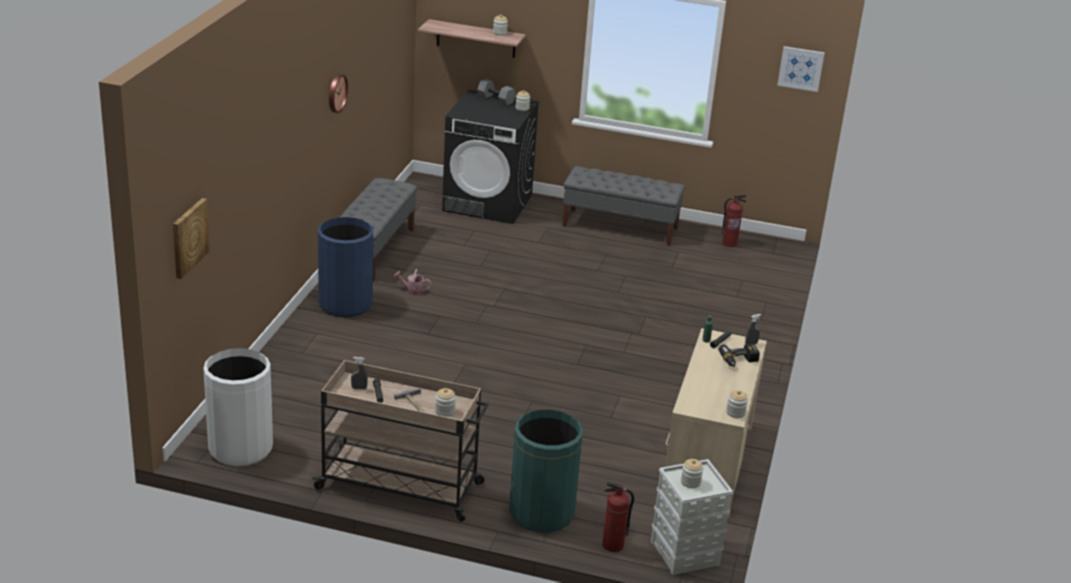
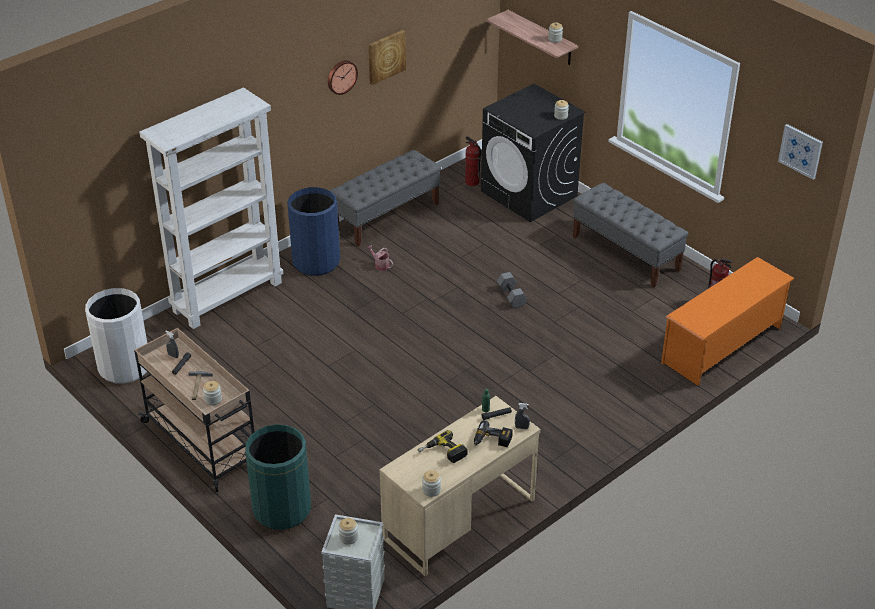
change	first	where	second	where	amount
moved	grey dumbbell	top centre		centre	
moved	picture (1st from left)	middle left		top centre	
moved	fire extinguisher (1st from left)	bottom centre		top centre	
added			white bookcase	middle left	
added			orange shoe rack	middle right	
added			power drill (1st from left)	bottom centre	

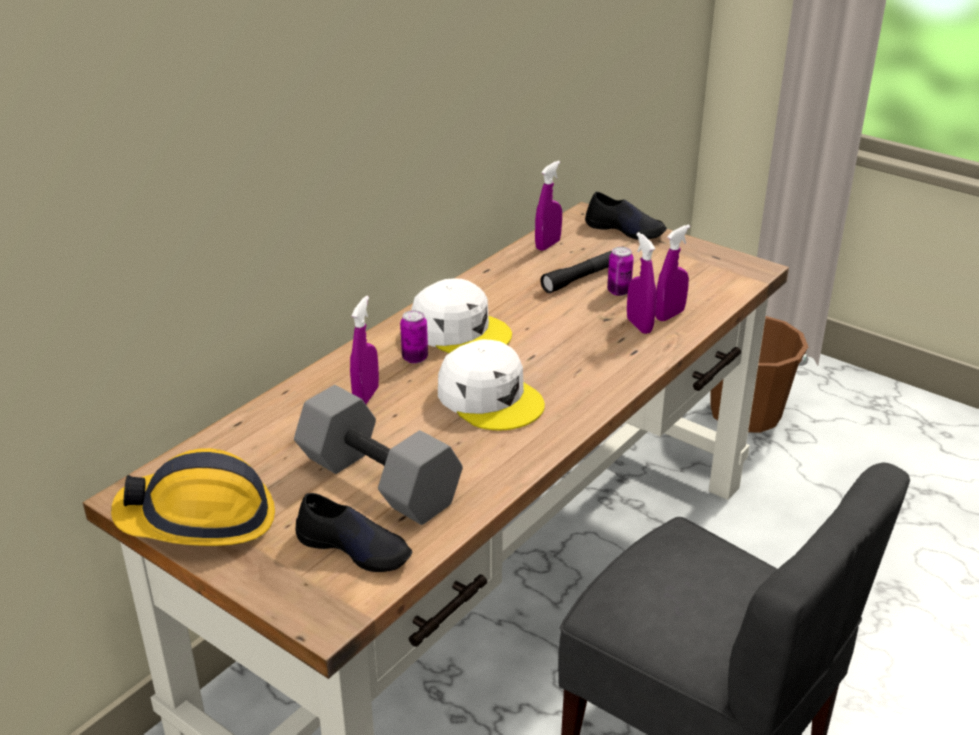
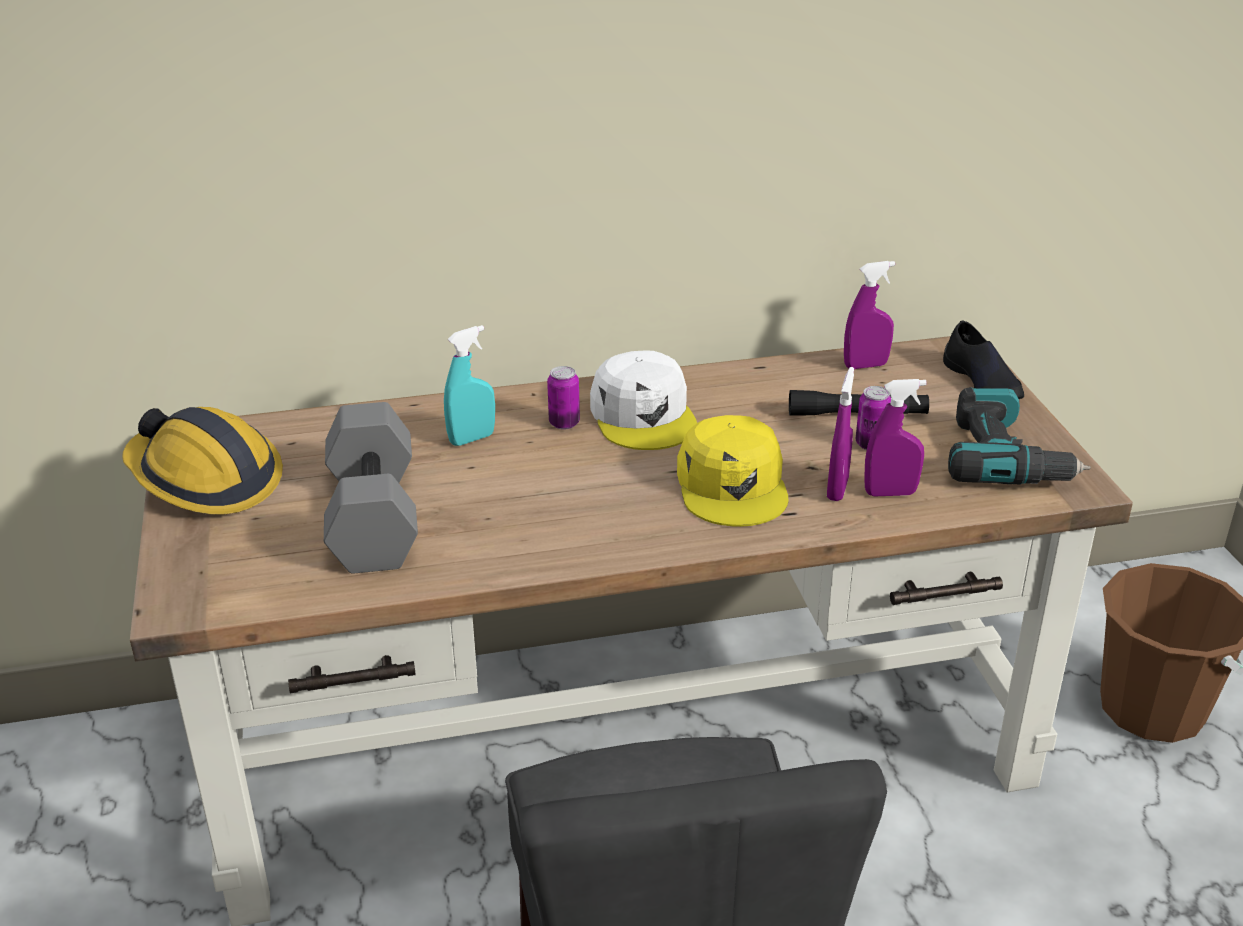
change	first	where	second	where	amount
recoloured	purple spray bottle (1st from left)	centre	turquoise spray bottle	centre	
removed	white cap (2nd from left)	centre			
removed	black shoe (1st from left)	bottom centre			
added			power drill	middle right	
added			yellow cap	centre	

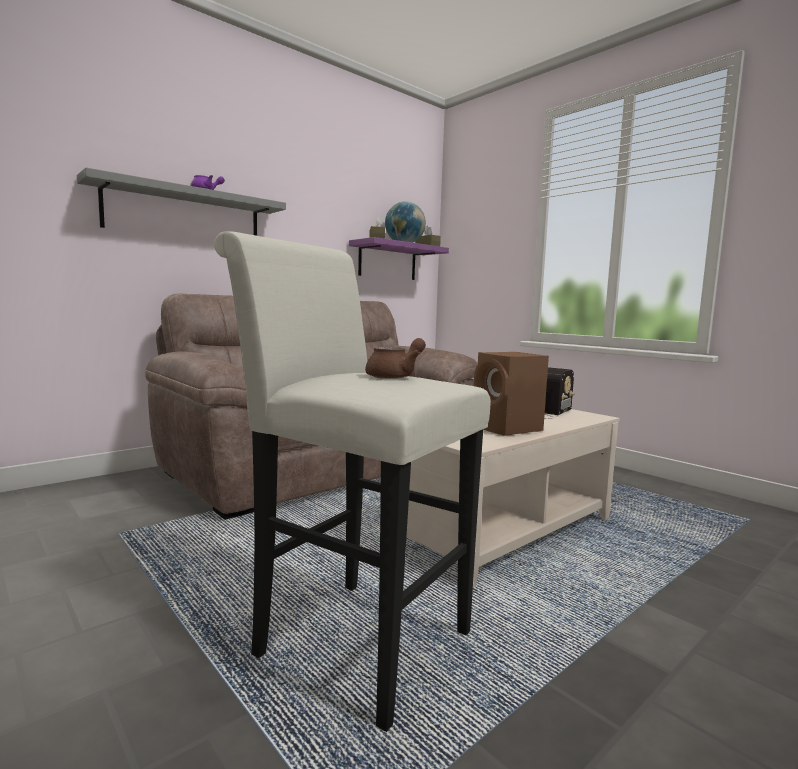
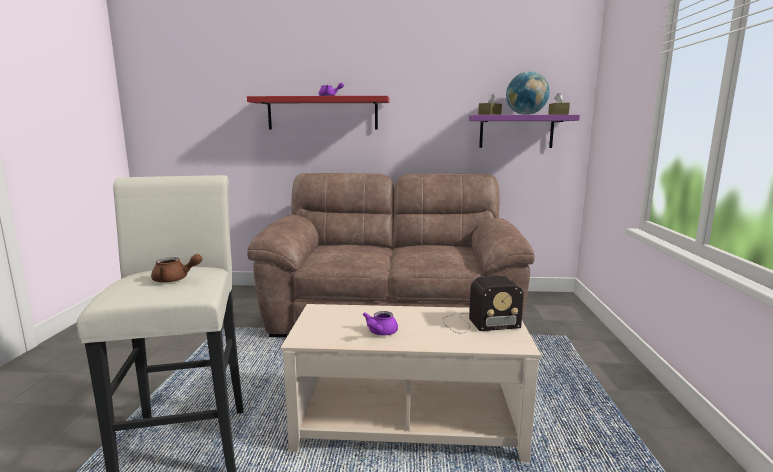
change	first	where	second	where	amount
recoloured	grey shelf	top left	red shelf	top centre	
replaced	brown speaker	centre	purple teapot (2nd from left)	bottom centre	

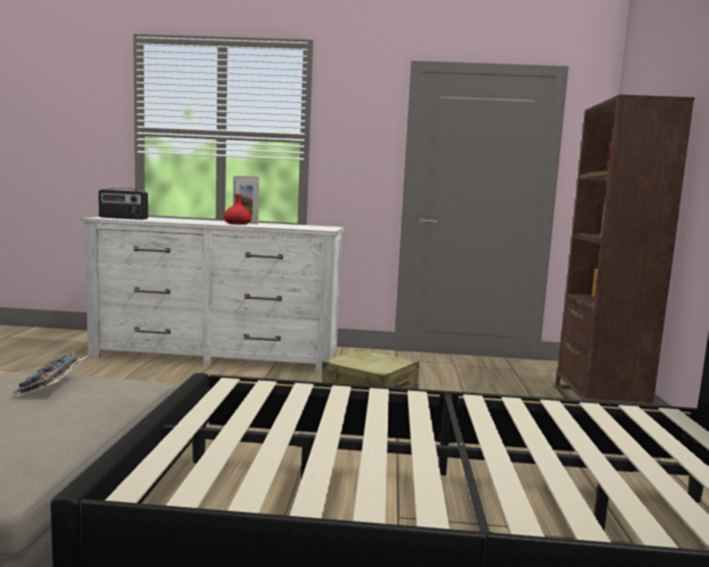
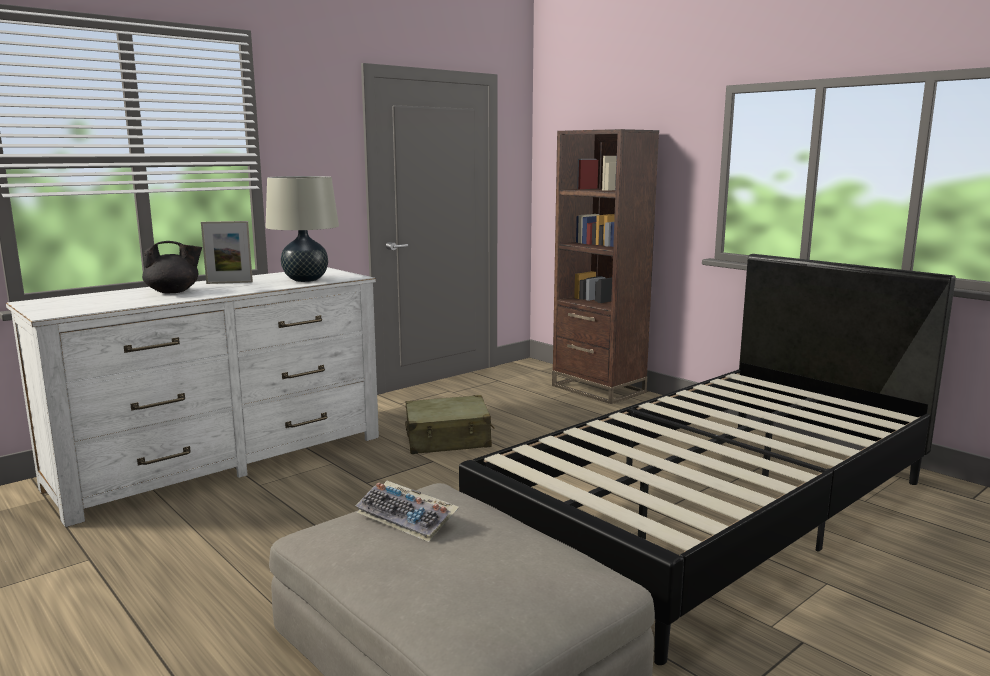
change	first	where	second	where	amount
removed	radio	middle left			
removed	red bottle	centre			
added			beige table lamp	middle left	
added			black teapot	middle left	

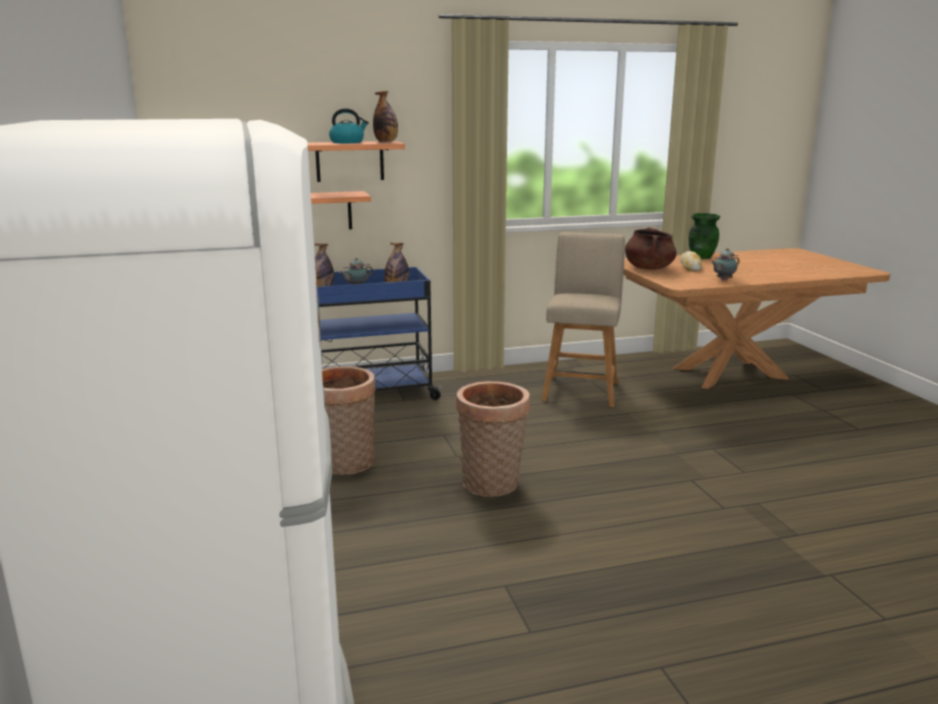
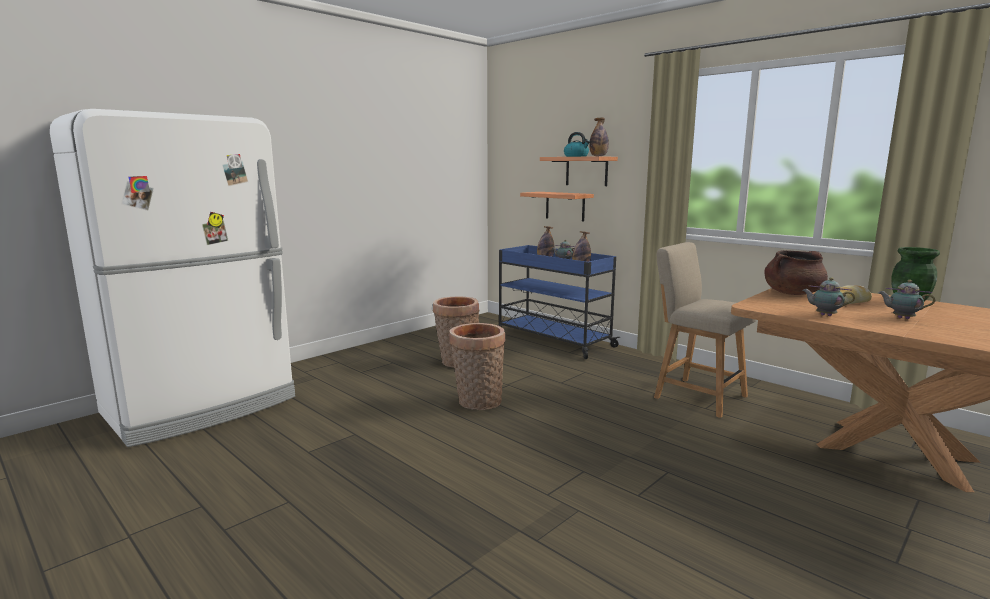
change	first	where	second	where	amount
turned	beige chair	centre		middle right	120 degrees counterclockwise
added			teapot (3rd from left)	middle right	

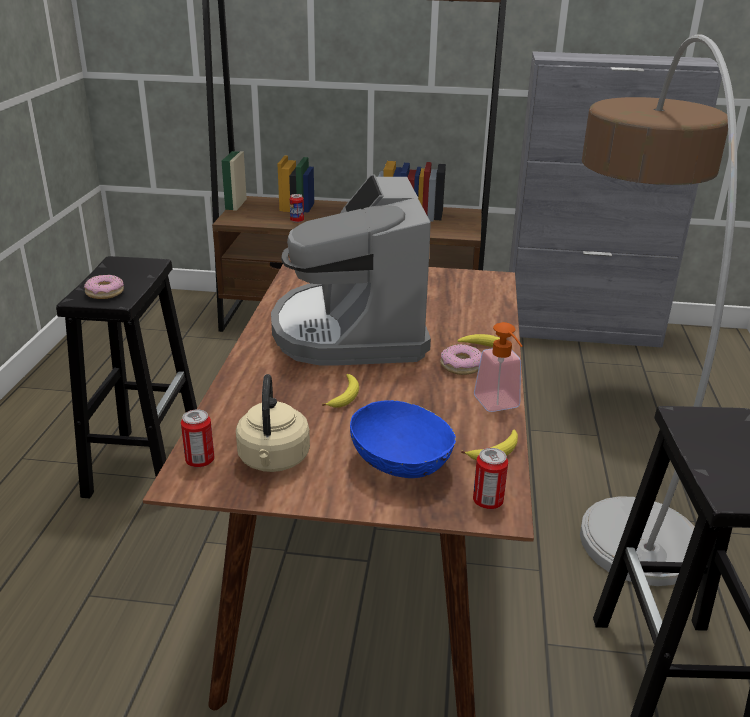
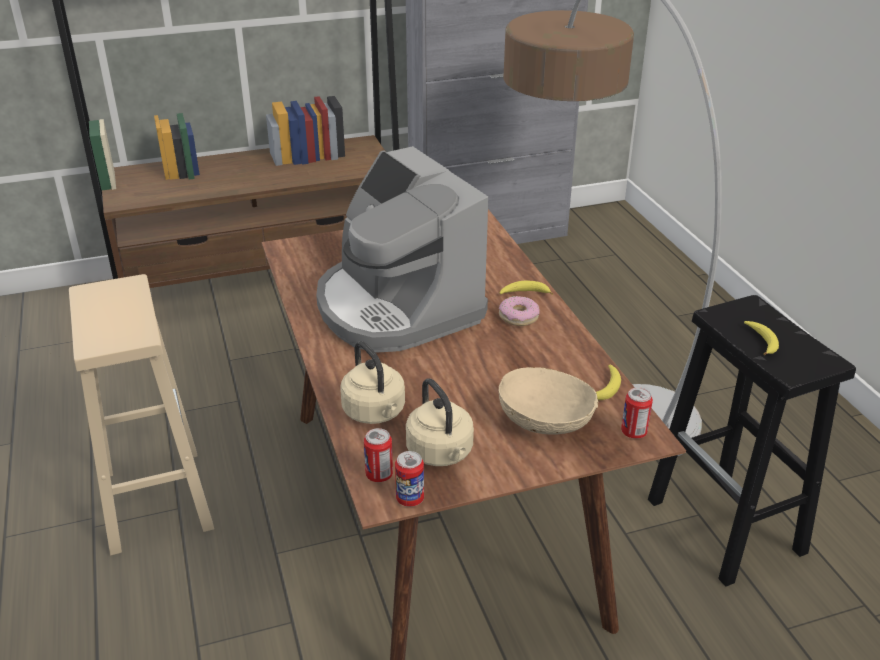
change	first	where	second	where	amount
moved	can (2nd from left)	top centre		bottom centre	
recoloured	black stool (1st from left)	middle left	beige stool	middle left	
removed	donut (1st from left)	middle left			
removed	soap dispenser	centre			
moved	banana (1st from left in the first image)	centre	banana (3rd from left)	middle right	
recoloured	blue bowl	centre	beige bowl	centre	
added			beige kettle (1st from left)	centre	

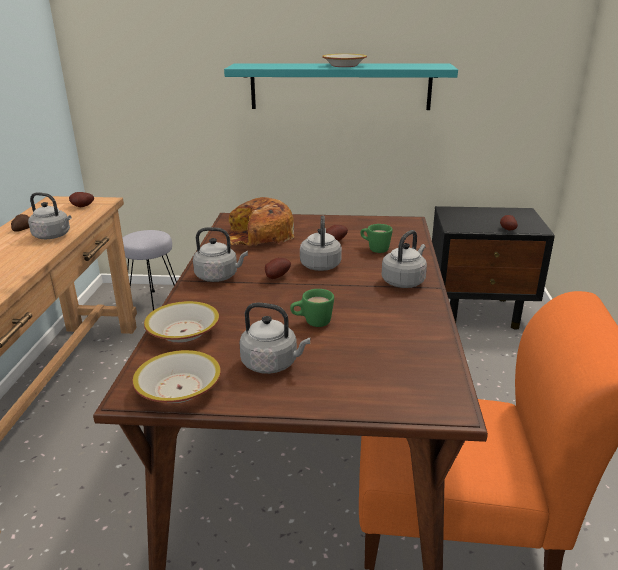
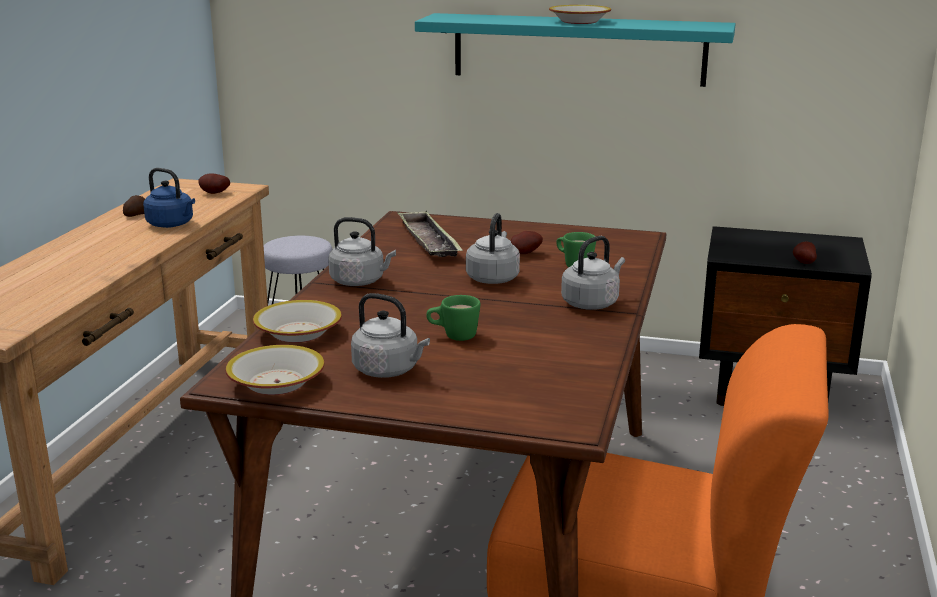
change	first	where	second	where	amount
recoloured	grey kettle (1st from left)	middle left	blue kettle	top left	
replaced	bread	centre	tray	centre	
removed	potato (3rd from left)	centre			

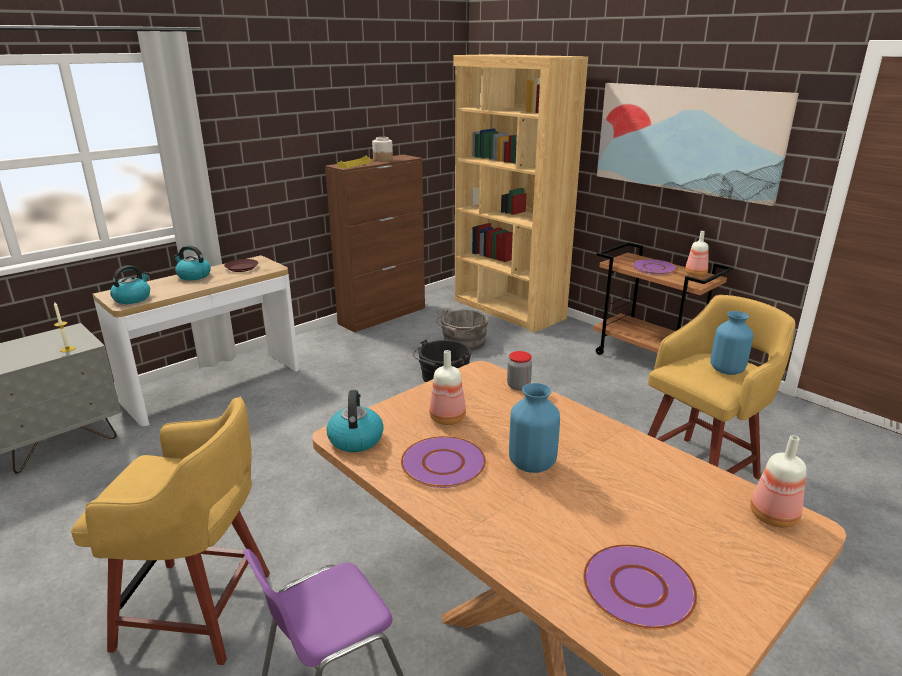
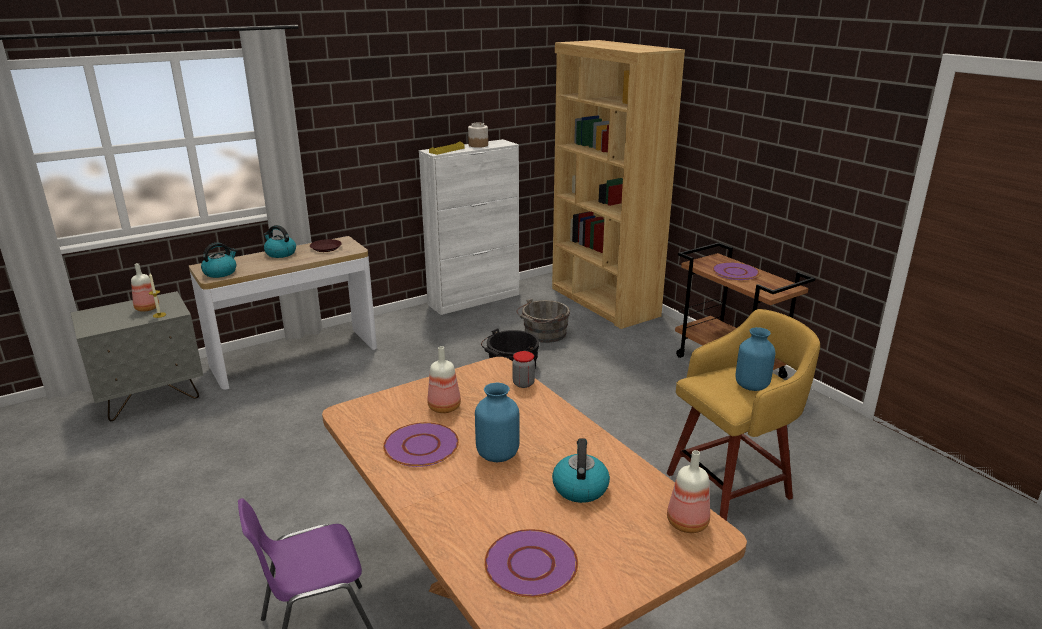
change	first	where	second	where	amount
removed	picture	top right			
recoloured	brown cabinet	centre	white cabinet	centre	
moved	bottle (2nd from left in the first image)	middle right	bottle (1st from left)	middle left	
moved	kettle (3rd from left)	centre		bottom centre	
removed	yellow stool (1st from left)	bottom left			

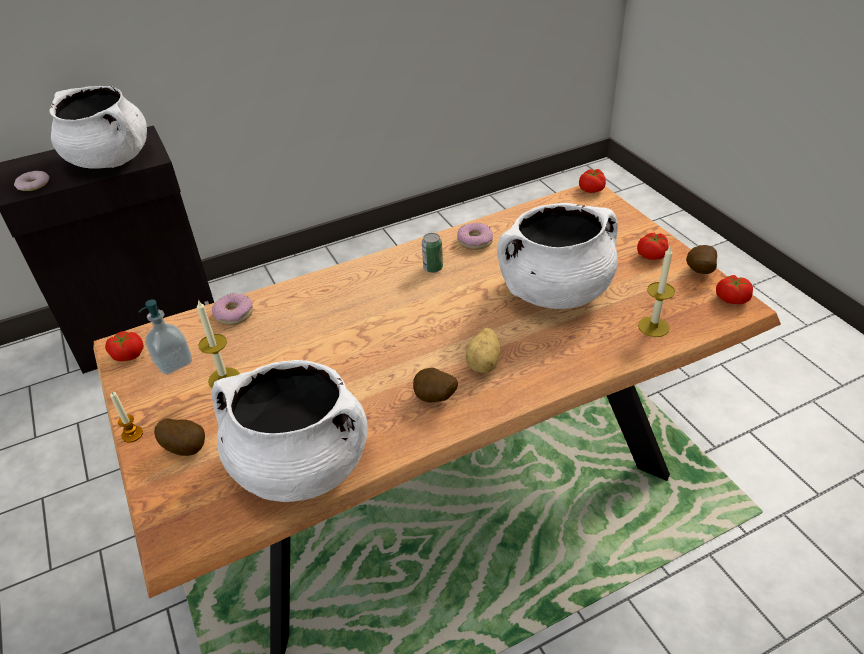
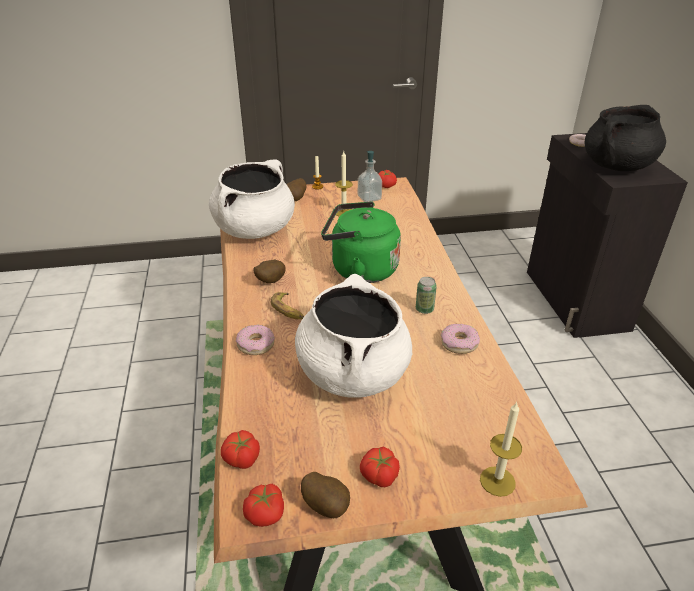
change	first	where	second	where	amount
recoloured	white cooking pot (1st from left)	top left	black cooking pot	top right	
moved	tomato (2nd from left in the first image)	top right	tomato (1st from left)	bottom centre	
moved	candle (3rd from left)	middle right		bottom right	
moved	donut (2nd from left in the first image)	middle left	donut (1st from left)	centre	
replaced	potato (3rd from left)	centre	banana	centre	
added			green kettle	centre	

